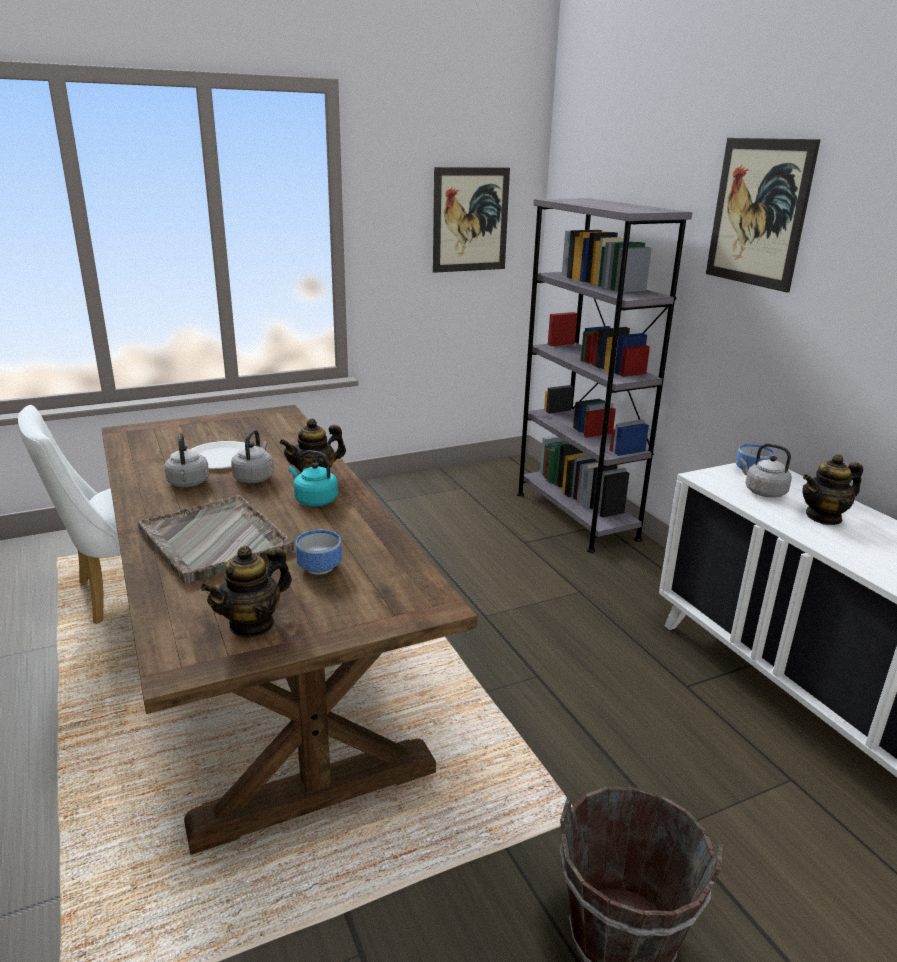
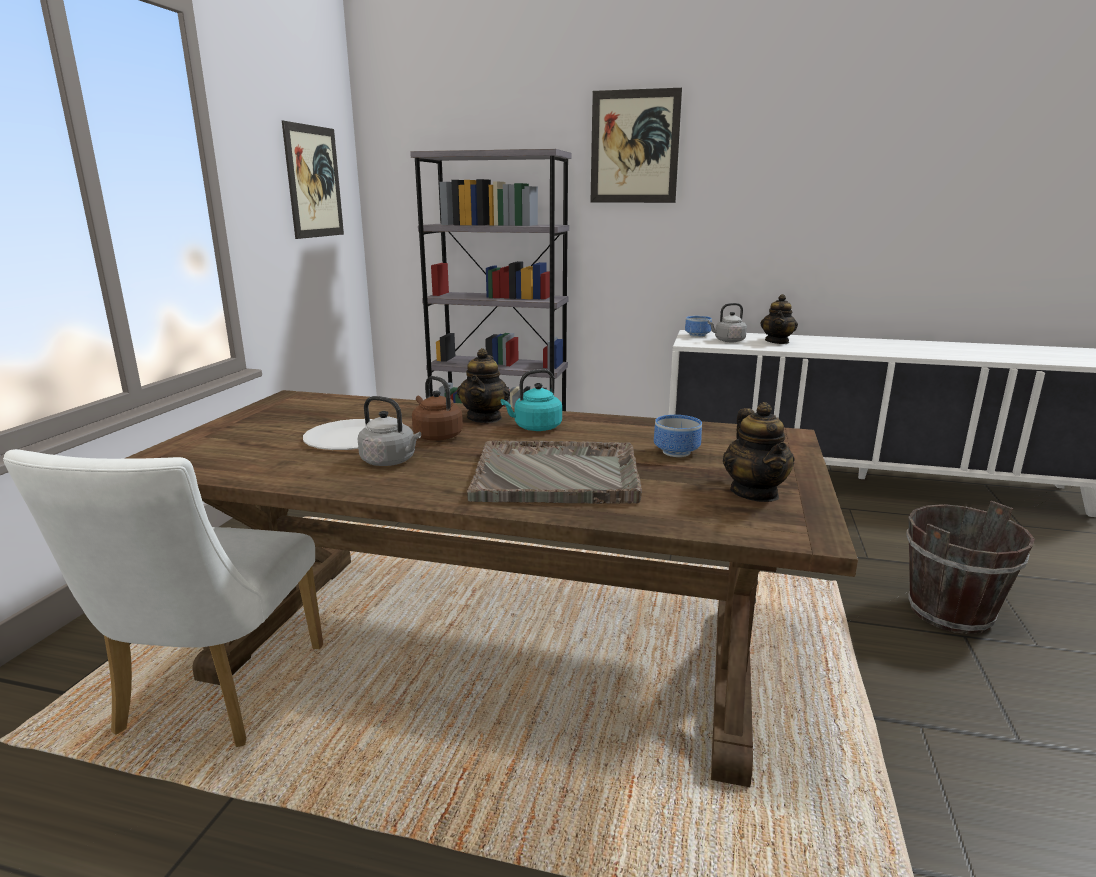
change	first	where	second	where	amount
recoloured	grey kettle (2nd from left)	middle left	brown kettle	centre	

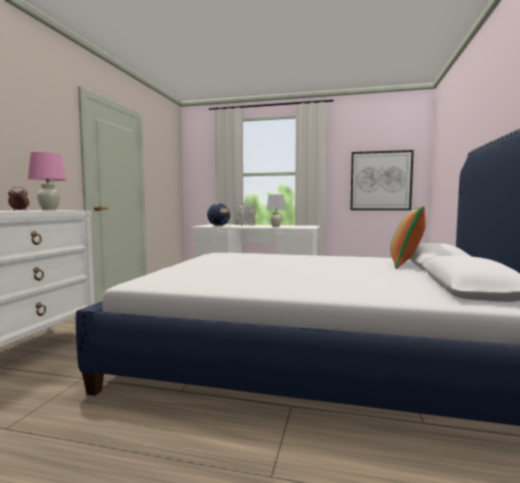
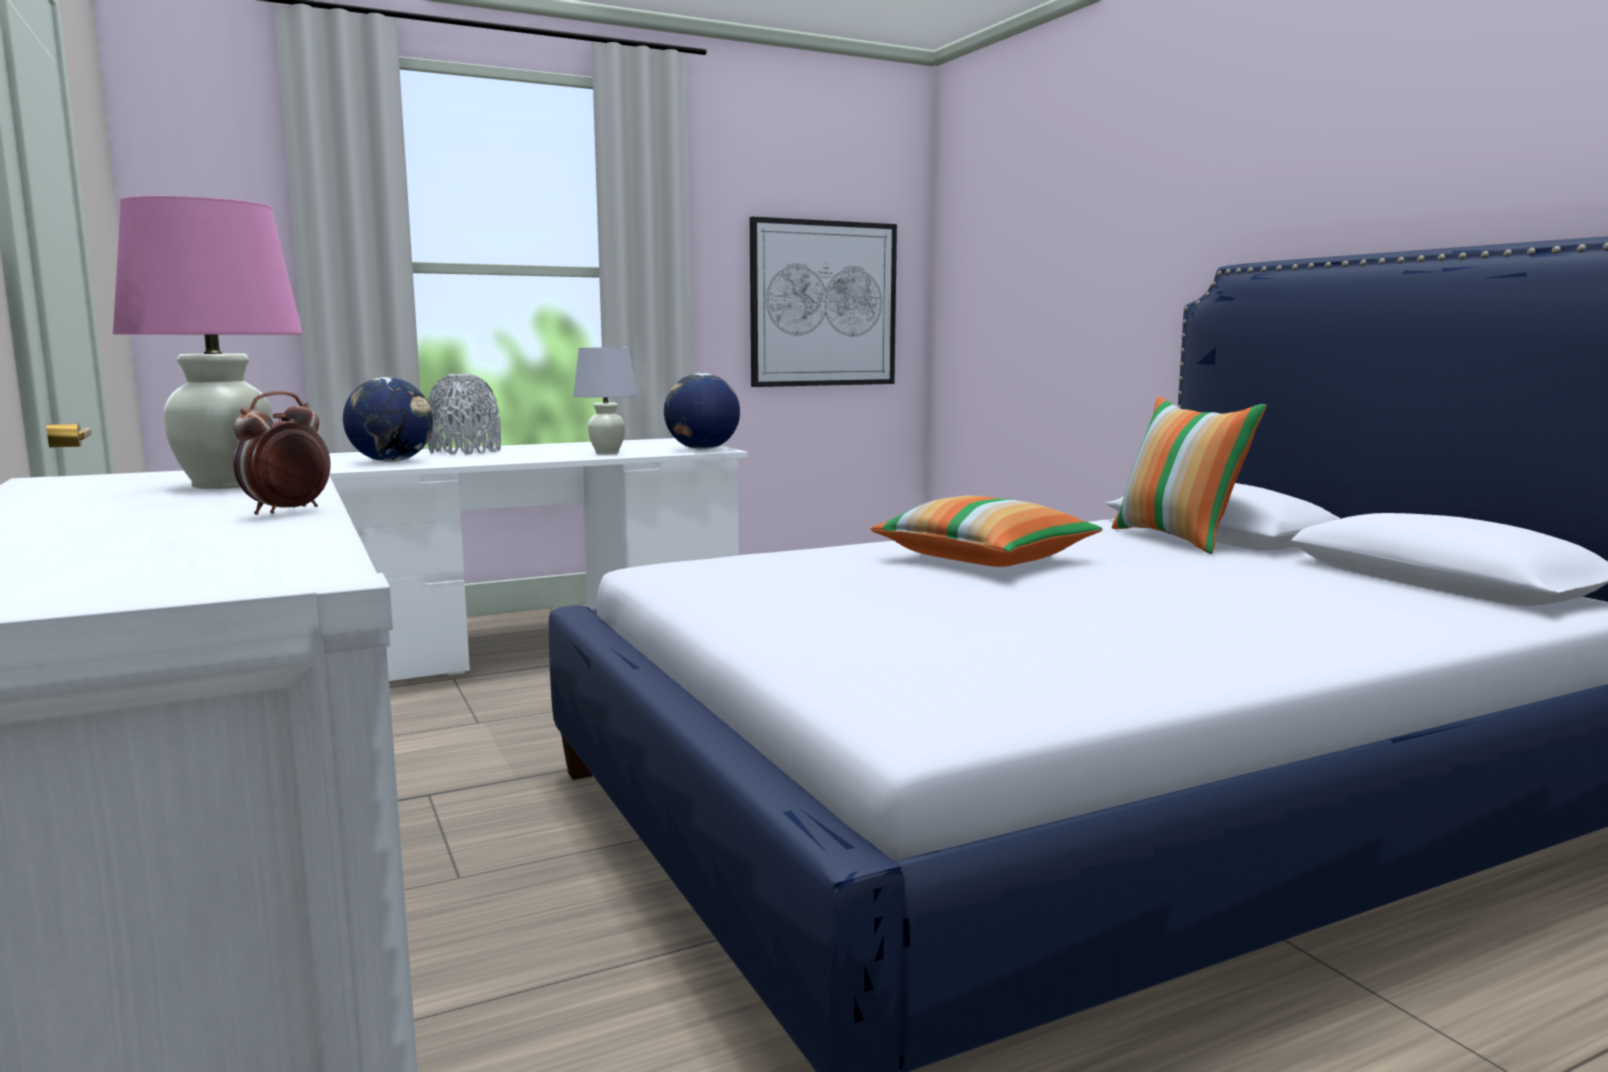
change	first	where	second	where	amount
added			globe (2nd from left)	centre	
added			pillow (1st from left)	centre	

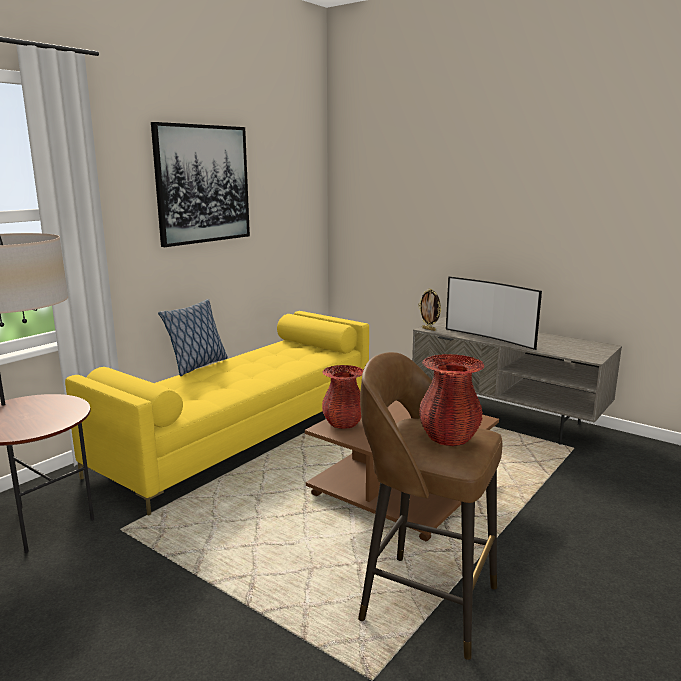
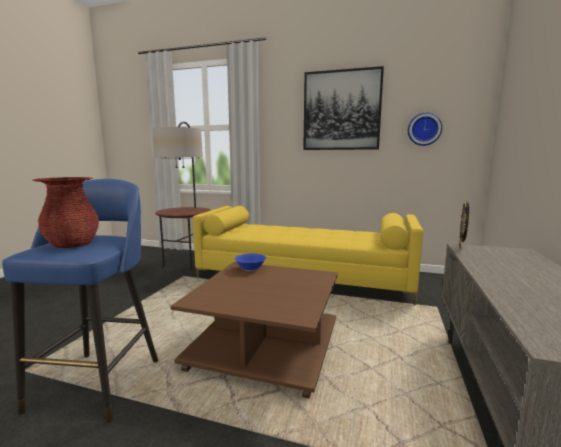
change	first	where	second	where	amount
removed	television	middle right			
removed	pillow	middle left			
recoloured	brown stool	bottom centre	blue stool	bottom left	
replaced	red vase (1st from left)	centre	blue bowl	centre	
added			wall clock	top right	

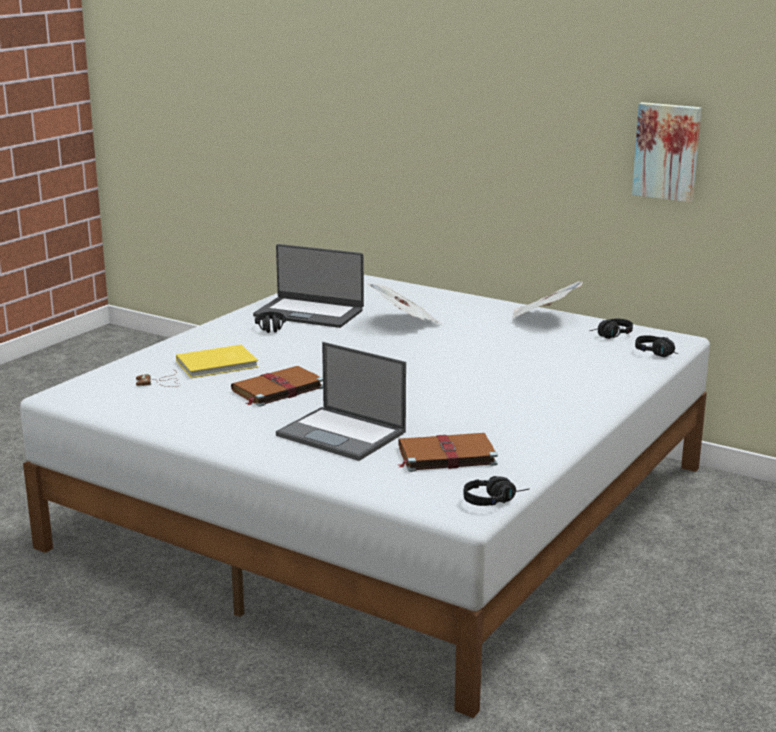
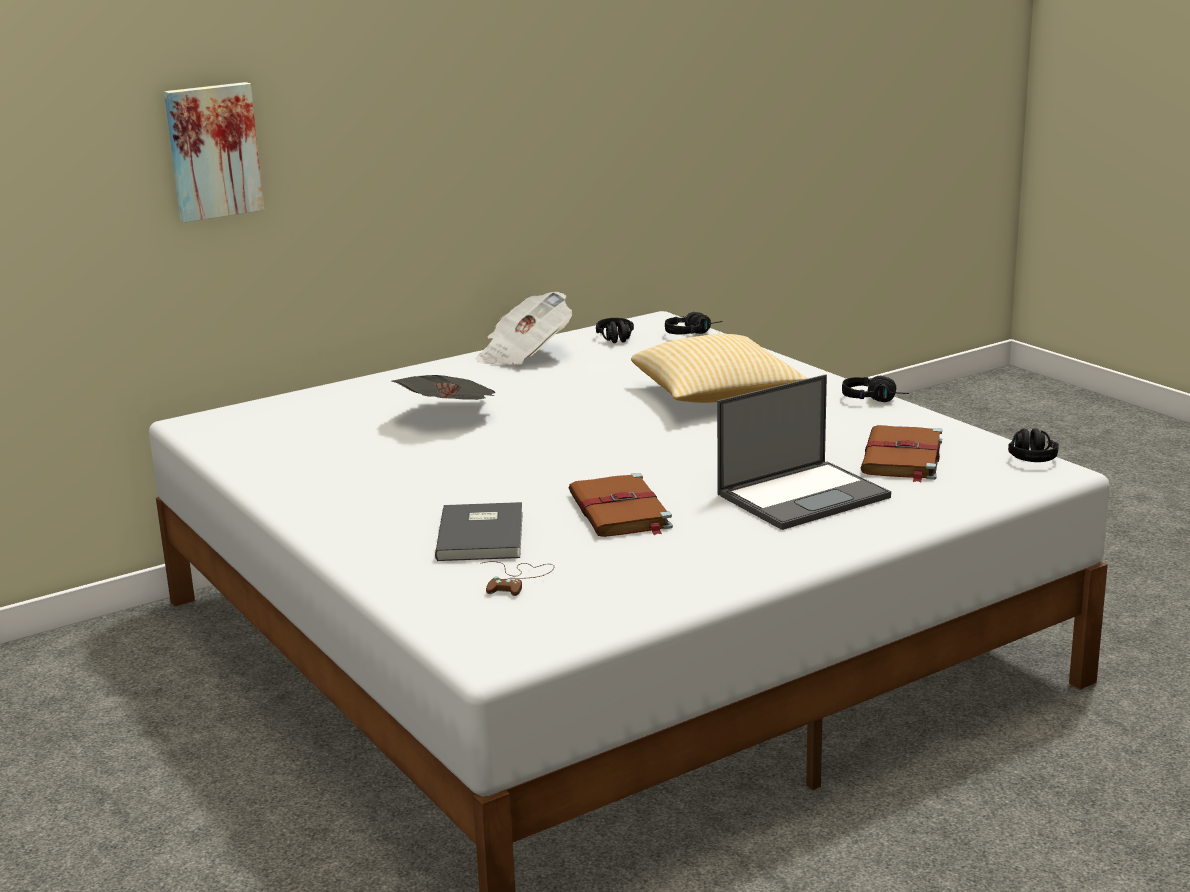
change	first	where	second	where	amount
moved	picture	top right		top left	
removed	laptop (1st from left)	centre			
moved	black headphones (1st from left in the first image)	centre	black headphones (3rd from left)	middle right	
recoloured	yellow book	middle left	grey book	centre	
added			pillow	centre	

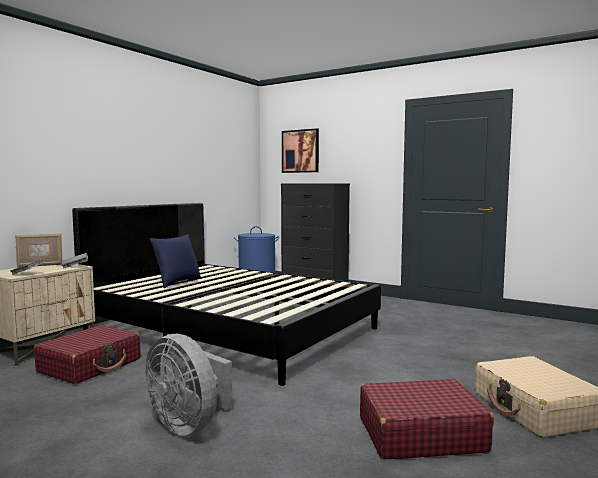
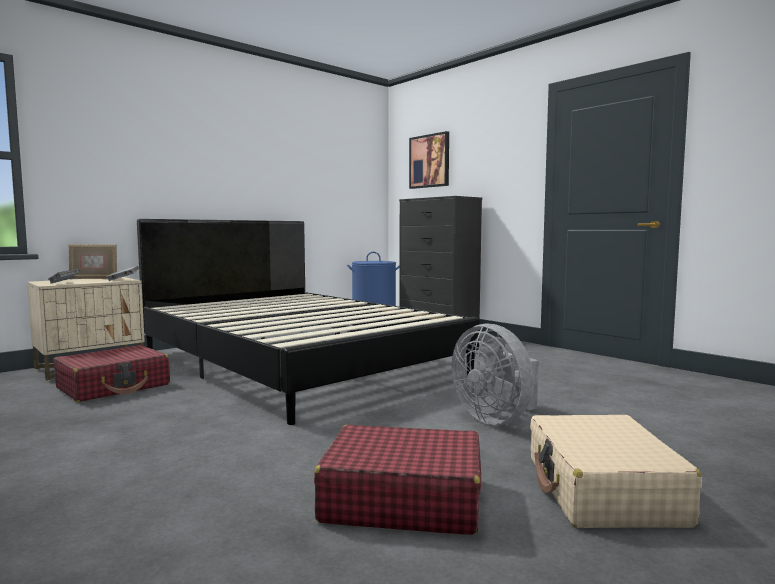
change	first	where	second	where	amount
removed	blue pillow	middle left			
moved	grey fan	bottom left		centre	

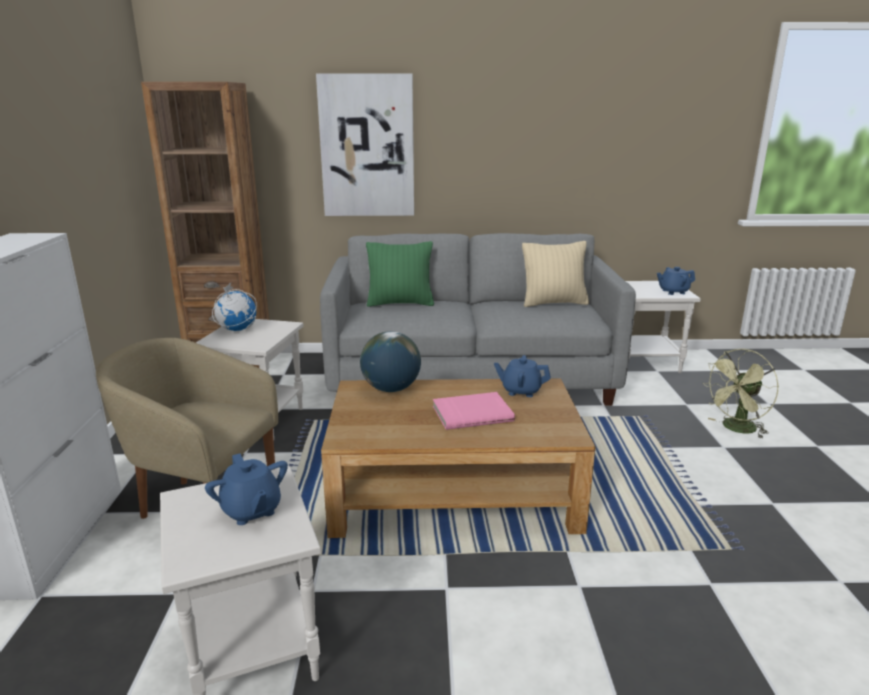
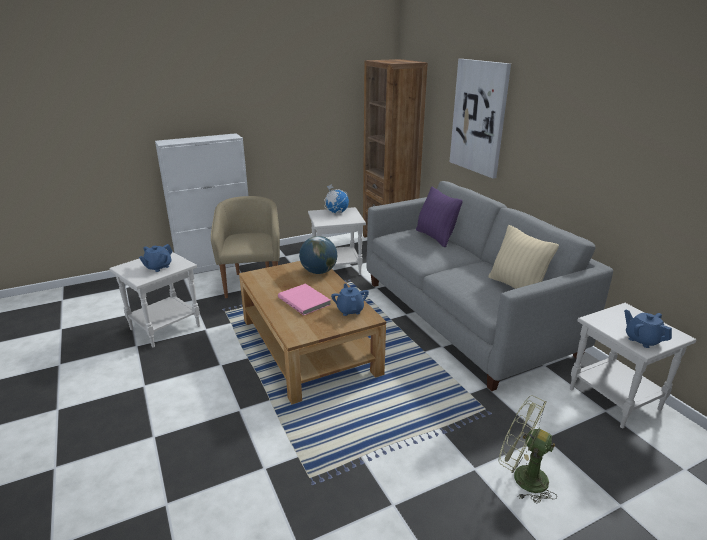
change	first	where	second	where	amount
recoloured	green pillow	centre	purple pillow	centre	

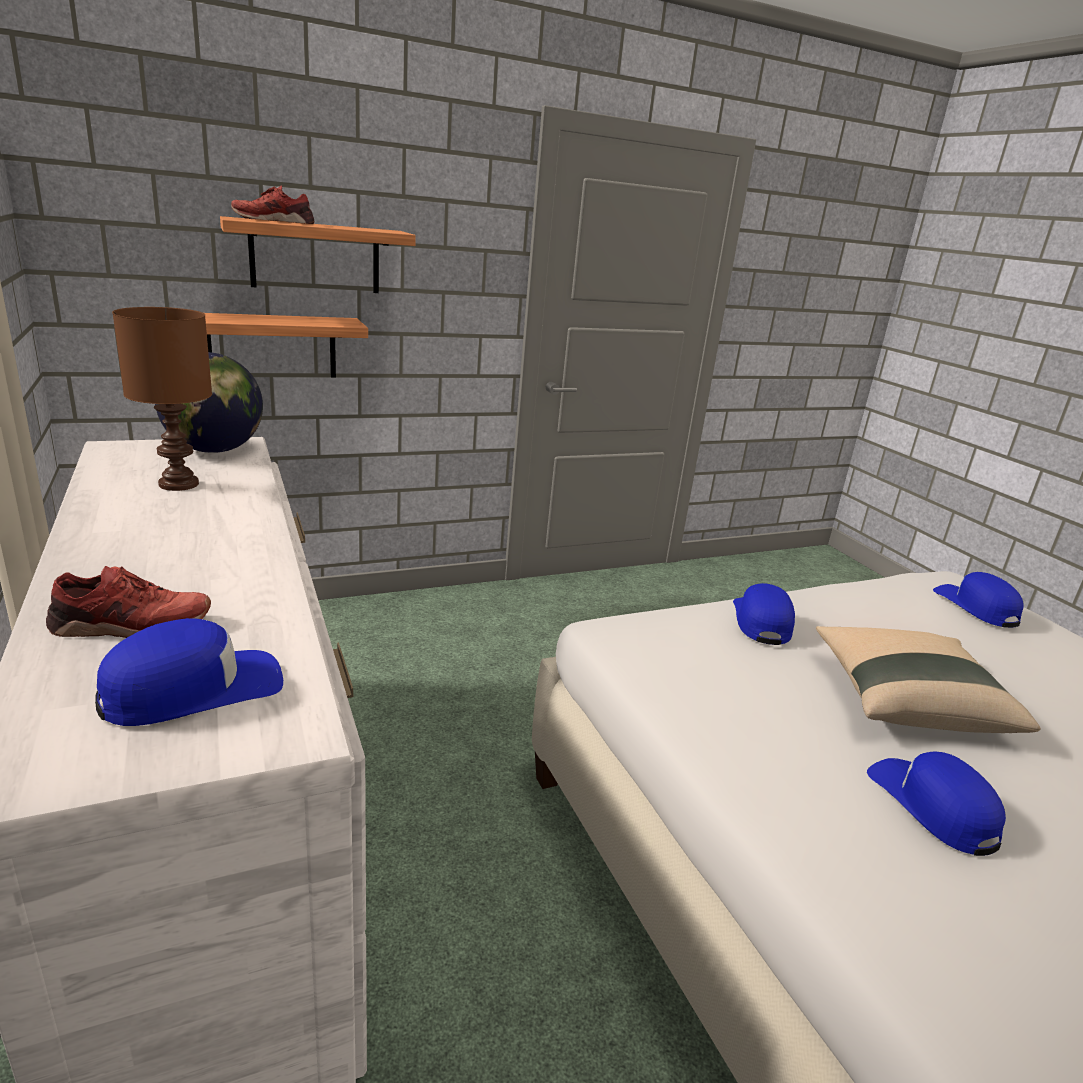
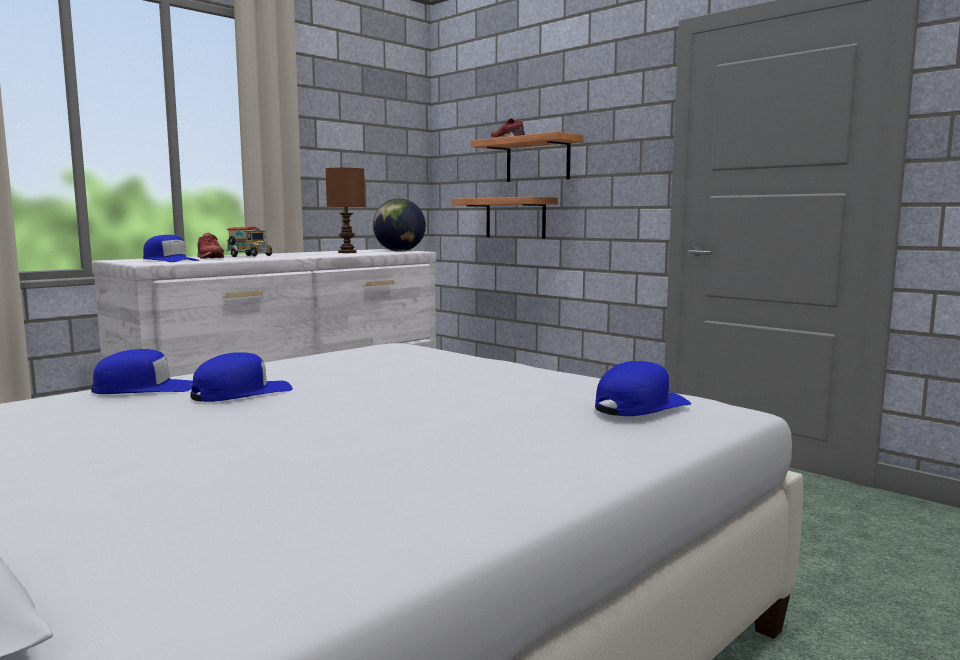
change	first	where	second	where	amount
moved	blue cap (2nd from left in the first image)	middle right	blue cap (1st from left)	middle left	
removed	beige pillow	middle right			
added			toy truck	middle left	

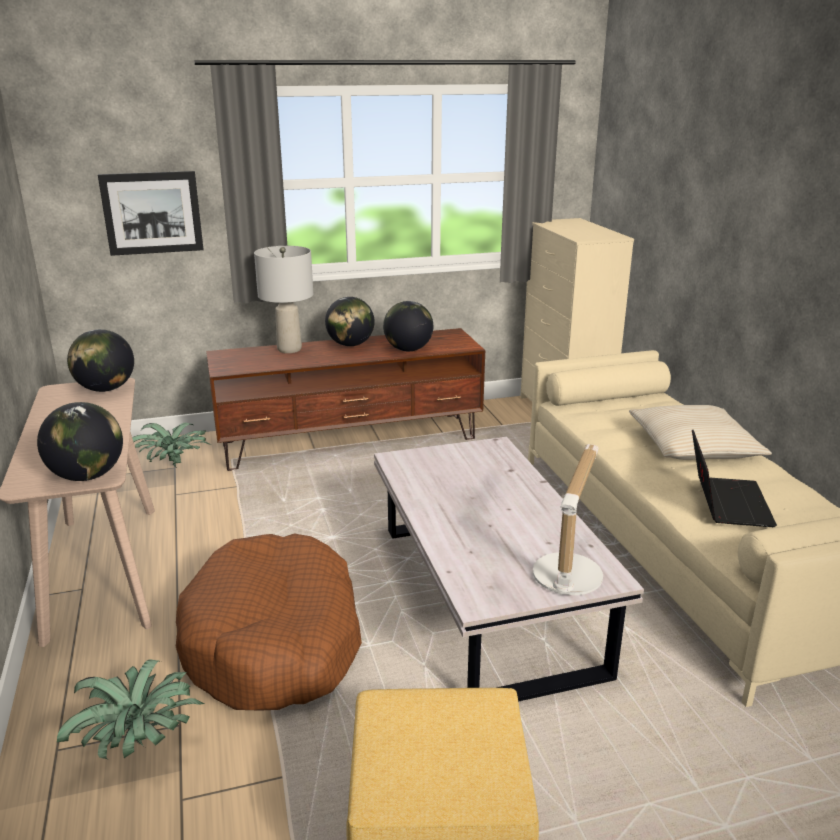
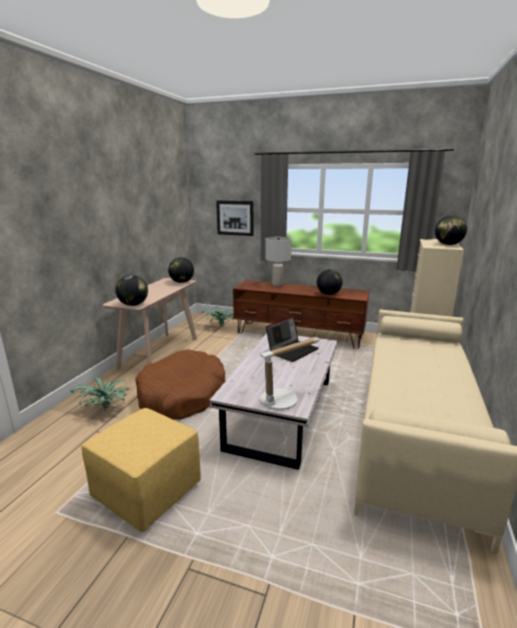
change	first	where	second	where	amount
moved	globe (3rd from left in the first image)	centre	globe (4th from left)	middle right	
removed	beige pillow	middle right			
moved	laptop	middle right		centre	

